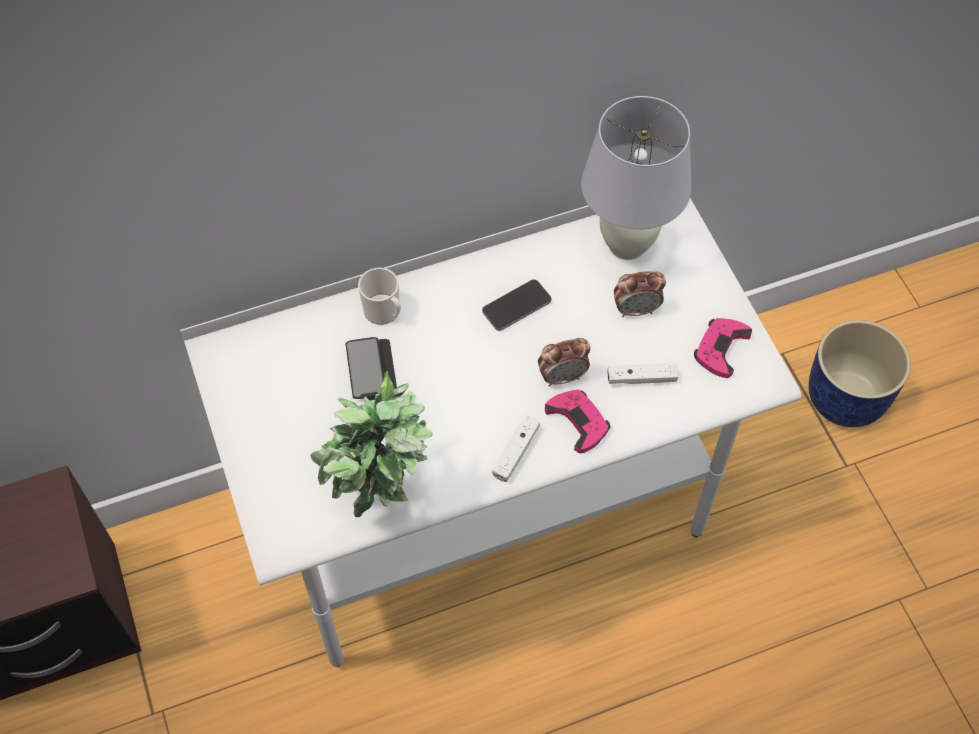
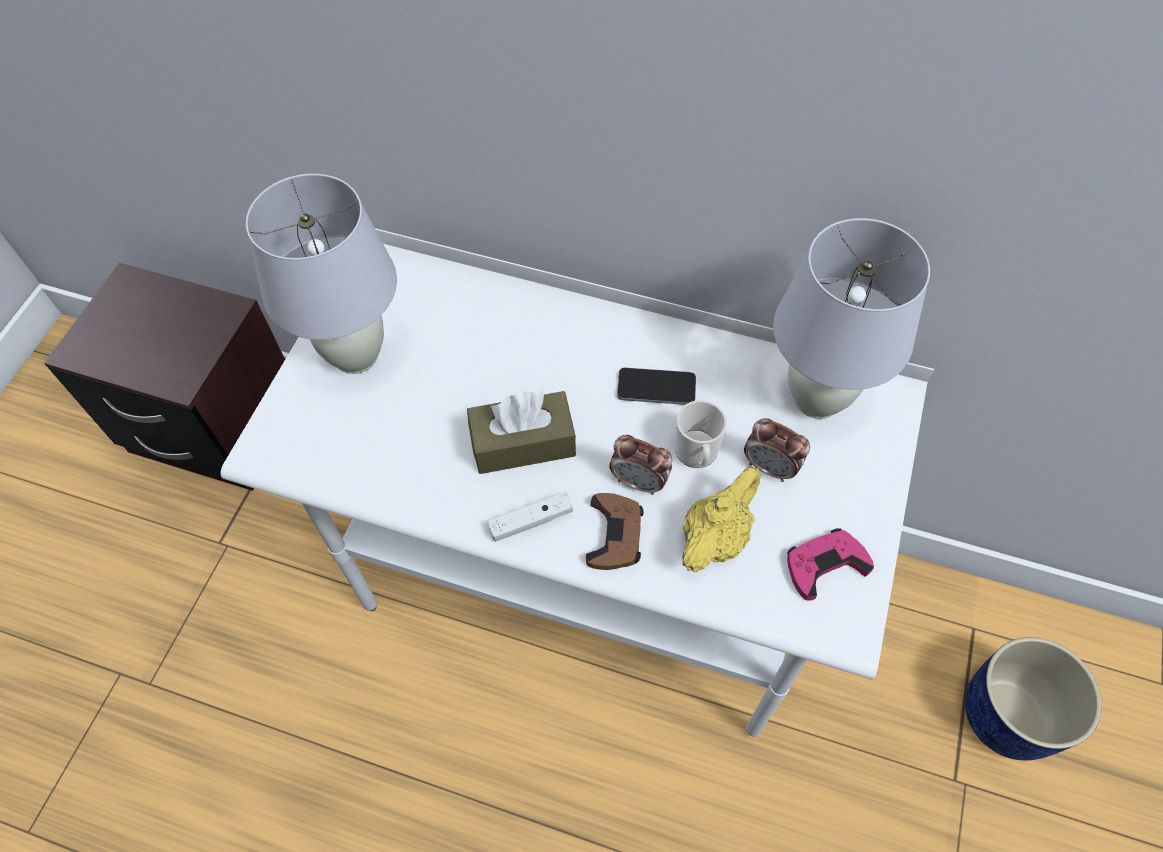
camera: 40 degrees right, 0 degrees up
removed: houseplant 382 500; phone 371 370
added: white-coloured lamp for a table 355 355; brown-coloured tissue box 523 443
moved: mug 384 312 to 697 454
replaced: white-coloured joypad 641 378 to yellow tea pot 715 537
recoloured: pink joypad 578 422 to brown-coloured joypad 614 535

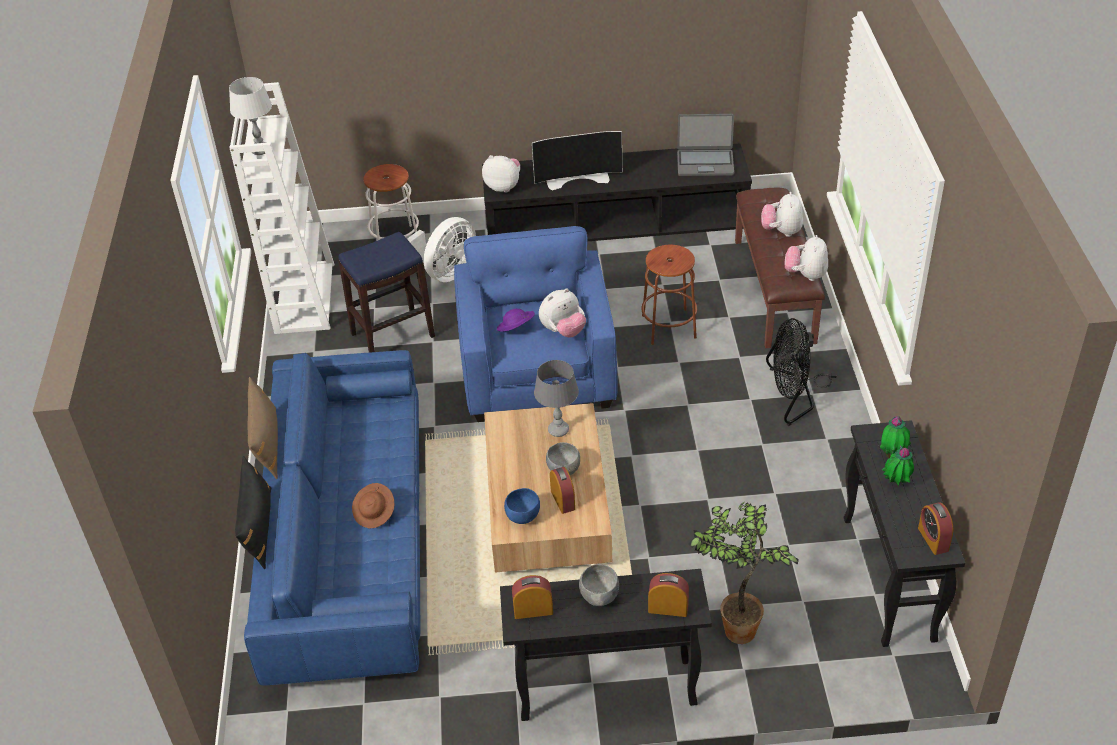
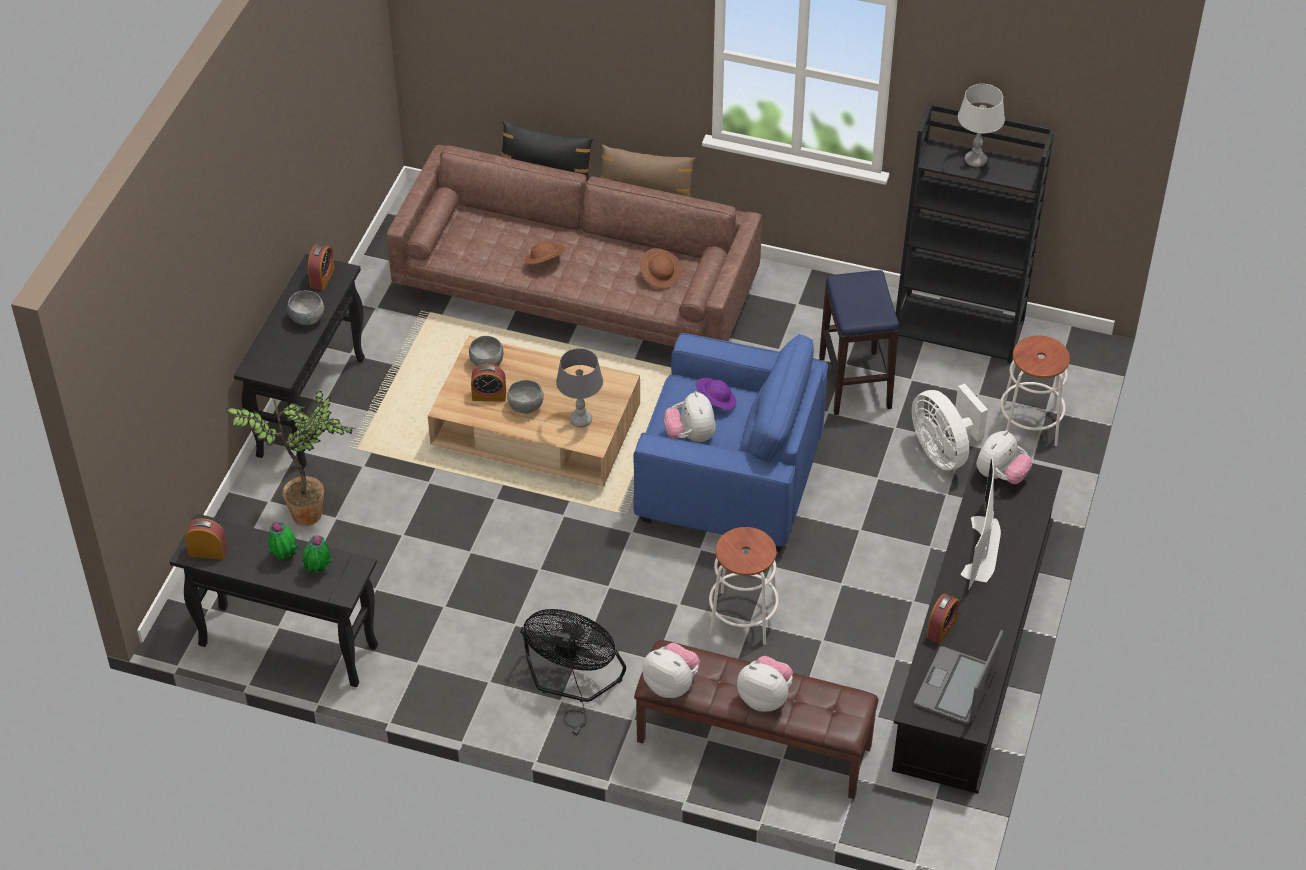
camera: 110 degrees right, 5 degrees up
added: brown-coloured wearable hat 660 275
moved: bedside clock 668 608 to 941 628
recoloured: bluish settee 350 542 to brown-coloured settee 577 290; bluish serving bowl 522 517 to gray serving bowl 487 363; brown-coloured sitting stool 669 326 to white-coloured sitting stool 743 617; white-coloured bookshelf 304 297 to blackish bookshelf 960 328

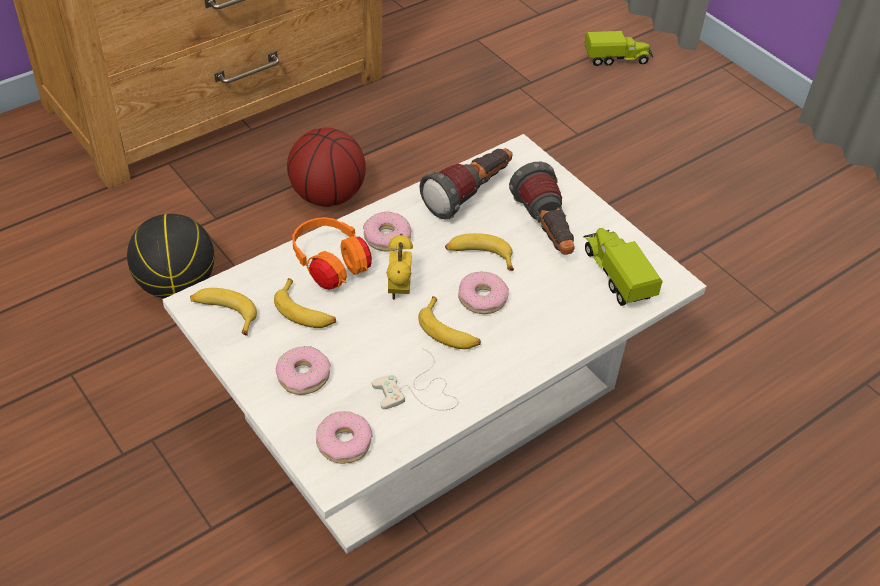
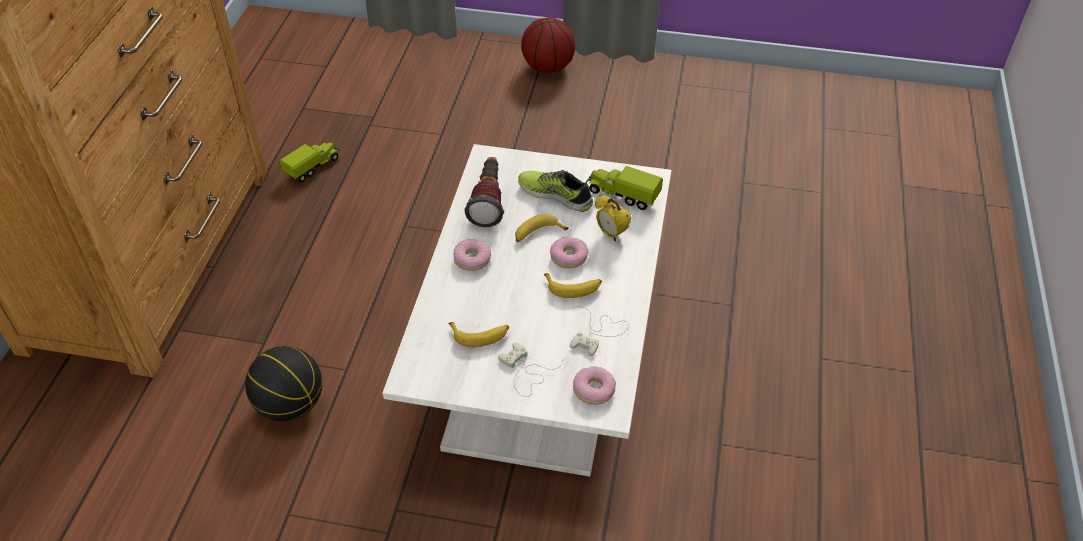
camera: 40 degrees left, 0 degrees up
removed: banana 224 313; orangey headset 331 267
moved: toy lorry 617 59 to 313 167; ball for basketball 327 195 to 547 67; bedside clock 399 290 to 611 234
replaced: doughnut 303 376 to white-coloured joypad 526 372; flashlight 545 231 to item of footwear 556 194

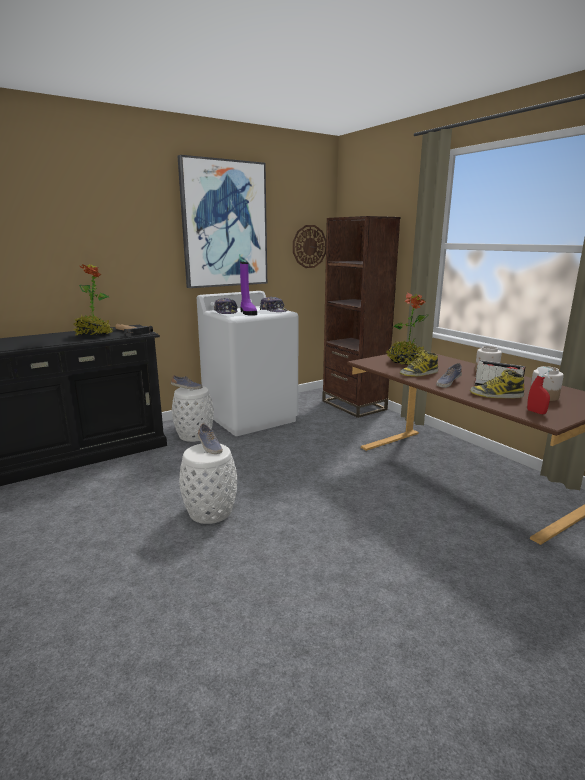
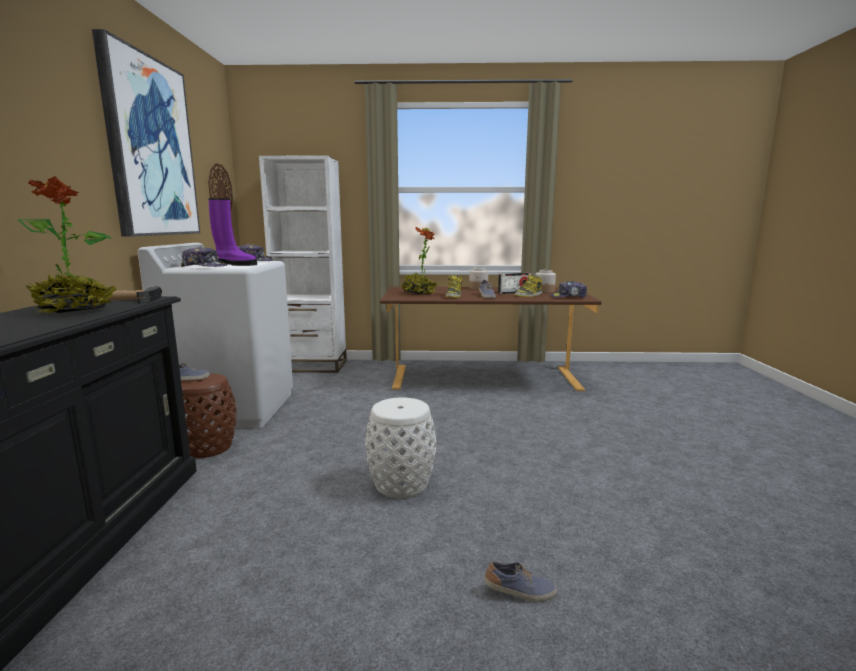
camera: 55 degrees left, 5 degrees down
moved: item of footwear 209 446 to 520 592
replaced: red-coloured spray bottle 536 412 to cap 568 297
recoloured: white-coloured sitting stool 194 435 to brown-coloured sitting stool 207 448; brown-coloured bookshelf 353 405 to white-coloured bookshelf 312 366

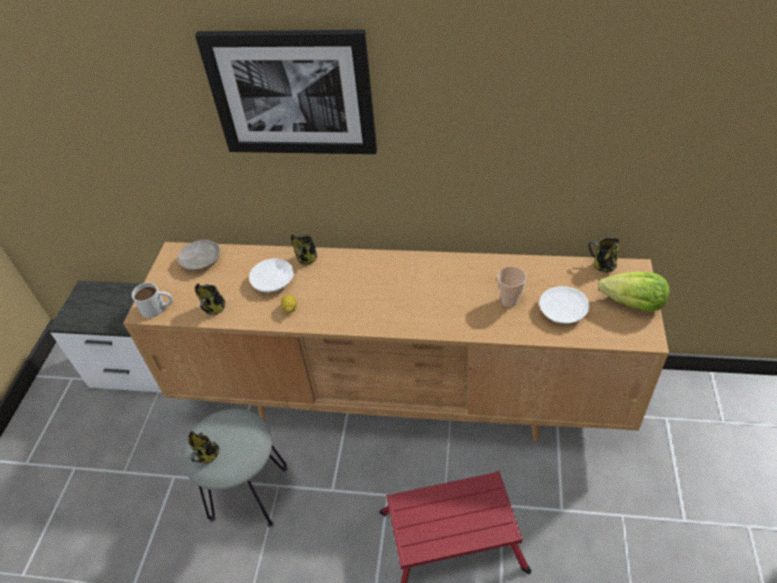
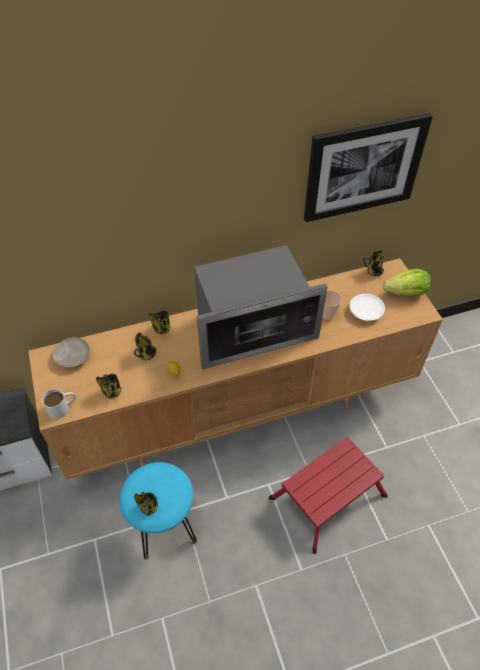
camera: 30 degrees left, 5 degrees up
added: kitchen microwave 251 329
moved: wall art 292 93 to 363 167
replaced: white-coloured plate 273 281 to mug 146 355
recoloured: gray sitting stool 249 493 to turquoise-coloured sitting stool 164 525

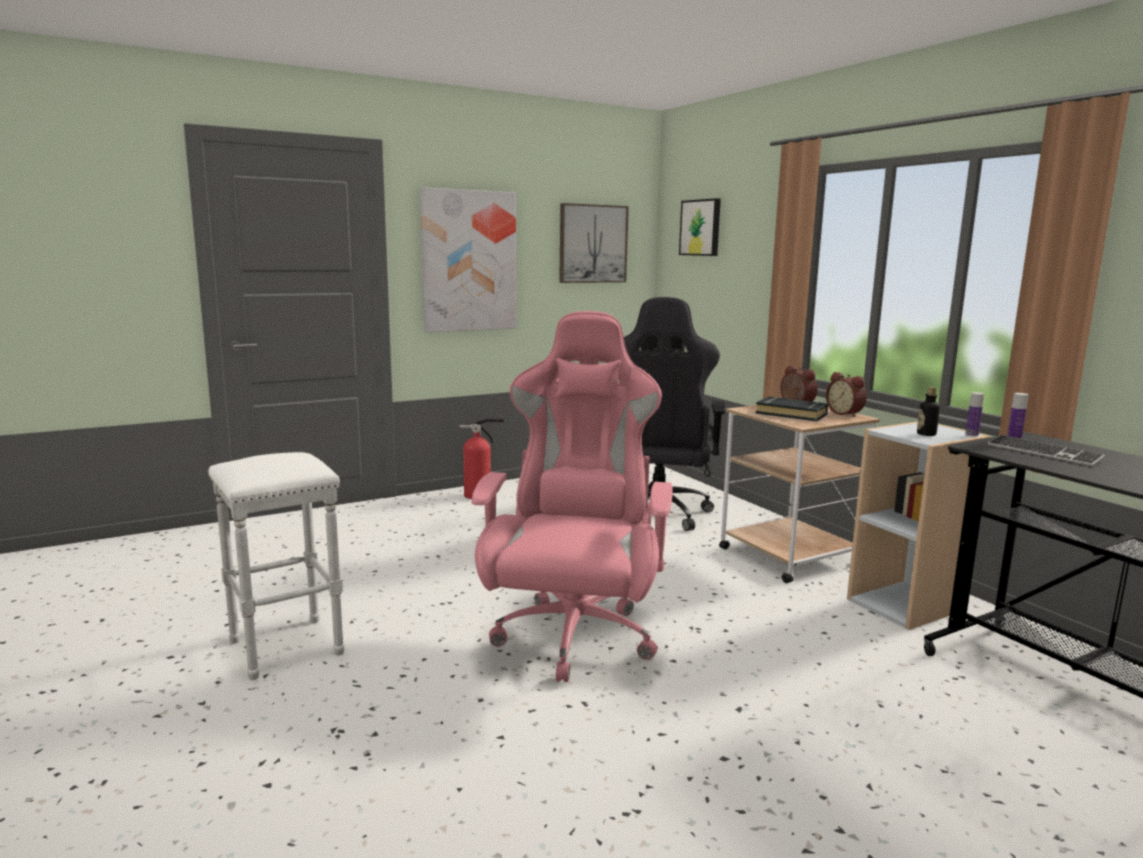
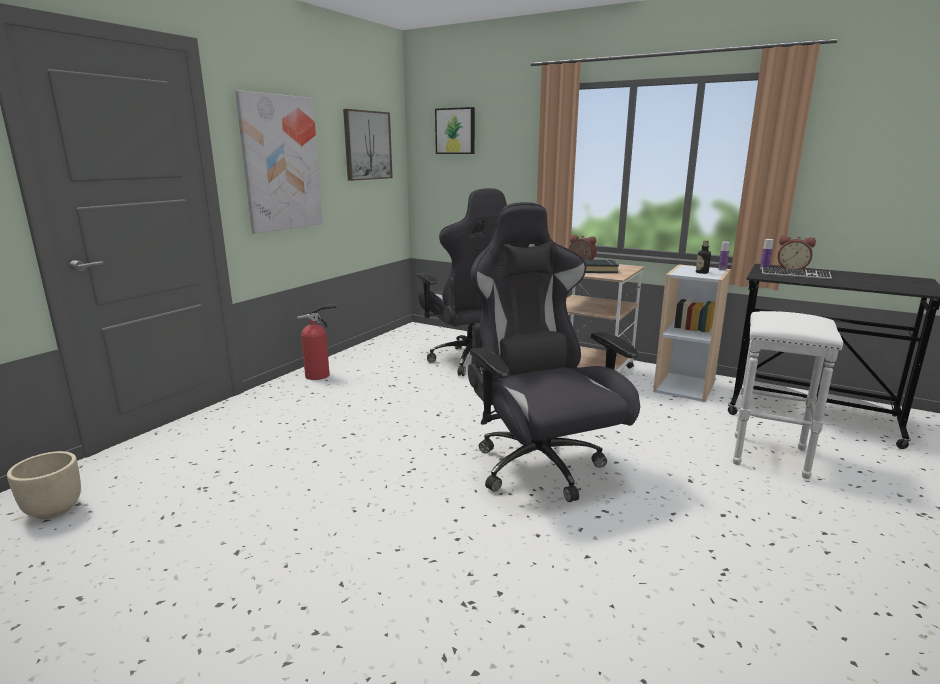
camera: 30 degrees left, 5 degrees up
added: beige-coloured plant pot 54 509
moved: white-coloured sitting stool 283 647 to 768 456; bedside clock 845 413 to 792 269
recoloured: pink computer chair 574 644 to blackish computer chair 543 471

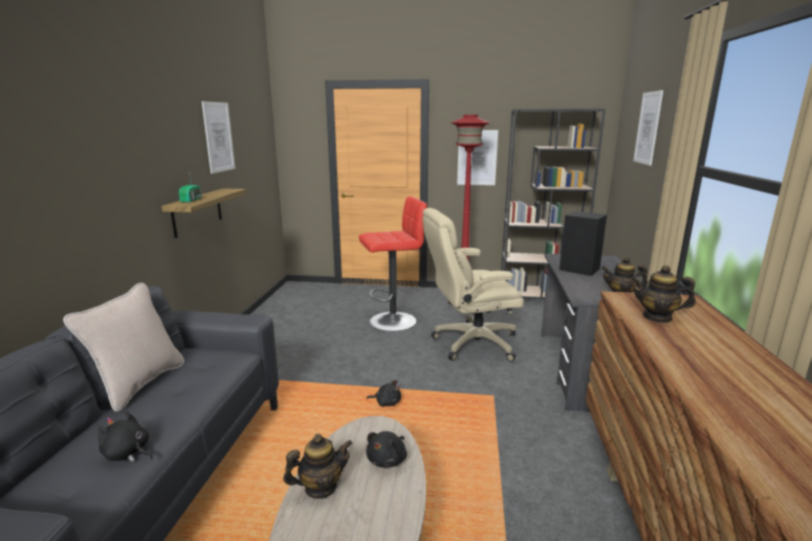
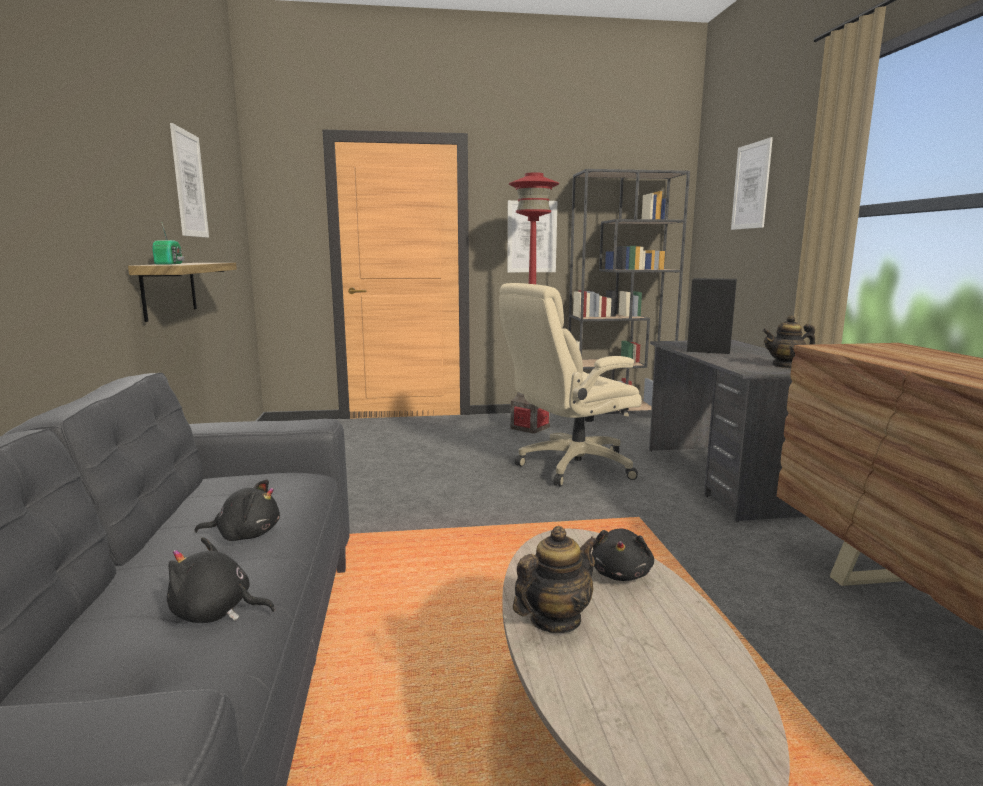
camera: 15 degrees left, 5 degrees down
removed: beige-coloured pillow 139 384; red-coloured sitting stool 393 321; tea pot 657 317
moved: blackish soft toy 386 402 to 245 535

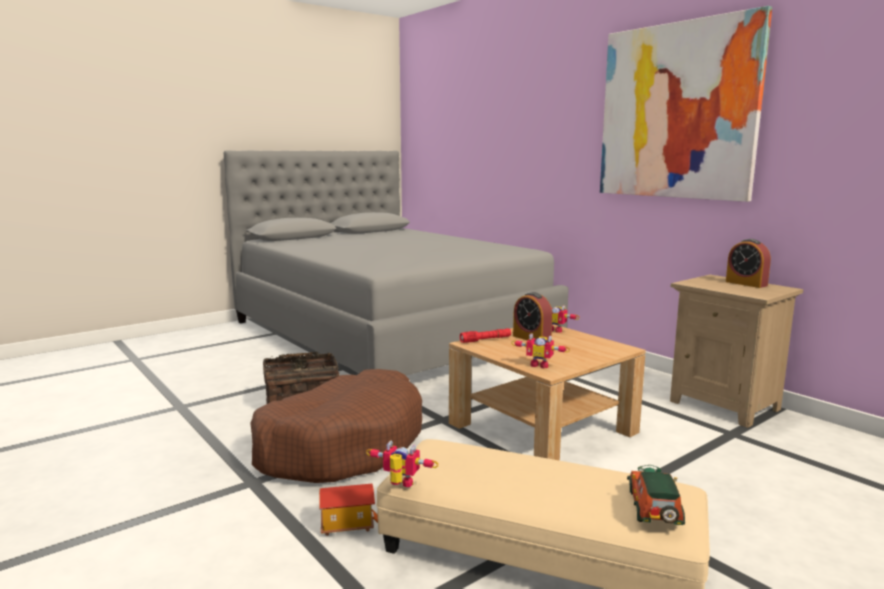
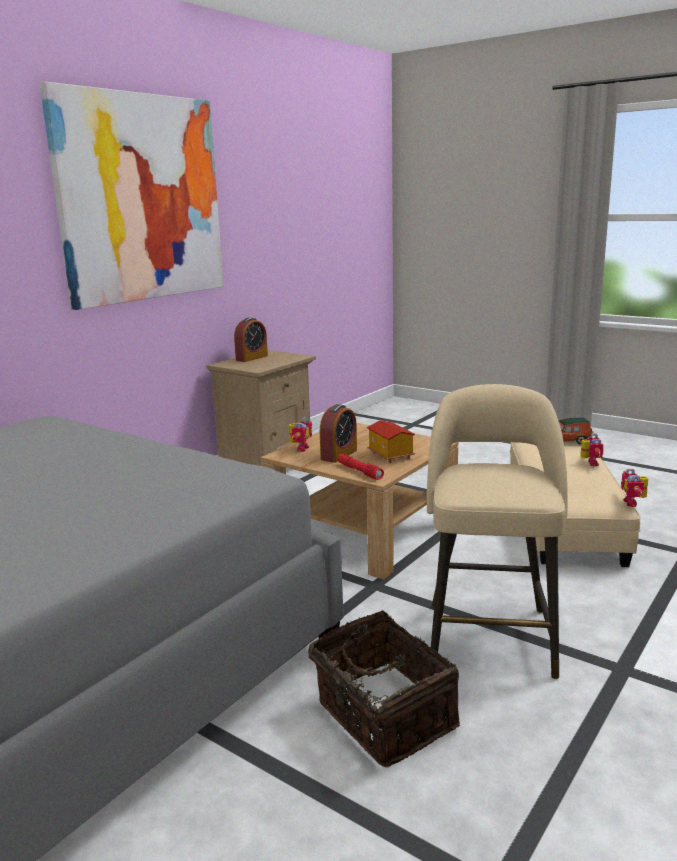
camera: 105 degrees left, 5 degrees up
moved: model house 347 524 to 389 455; toy robot 540 365 to 589 463
replaced: brown-coloured dog bed 341 445 to beige-coloured sitting stool 489 635

